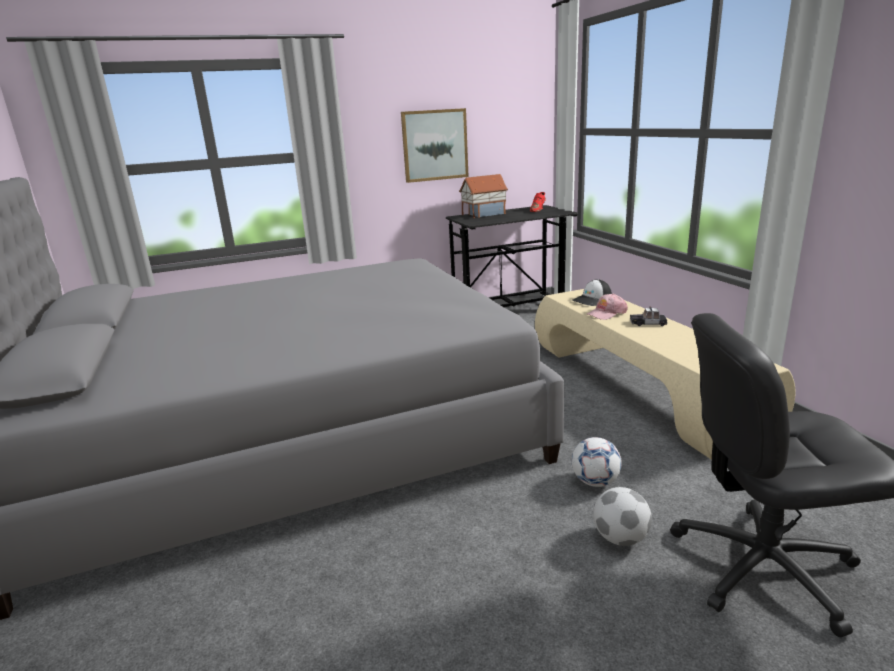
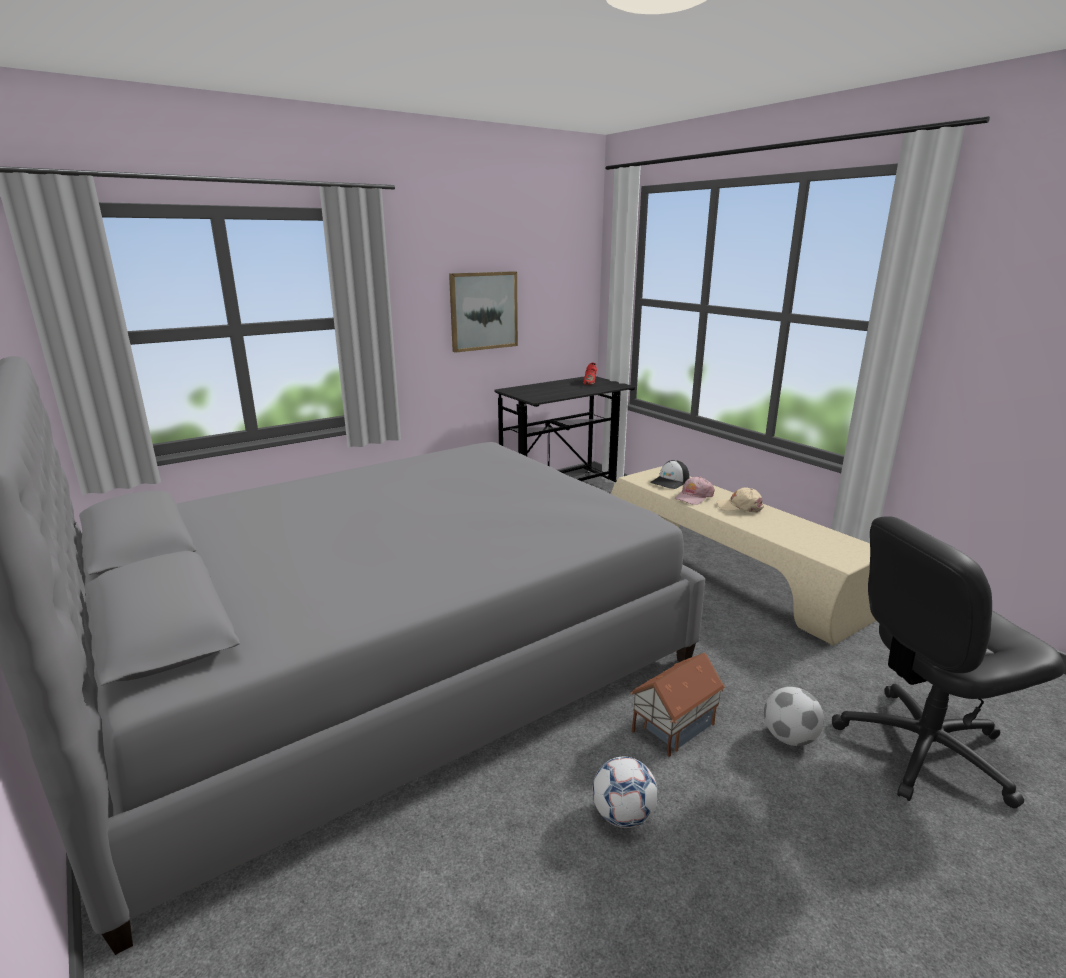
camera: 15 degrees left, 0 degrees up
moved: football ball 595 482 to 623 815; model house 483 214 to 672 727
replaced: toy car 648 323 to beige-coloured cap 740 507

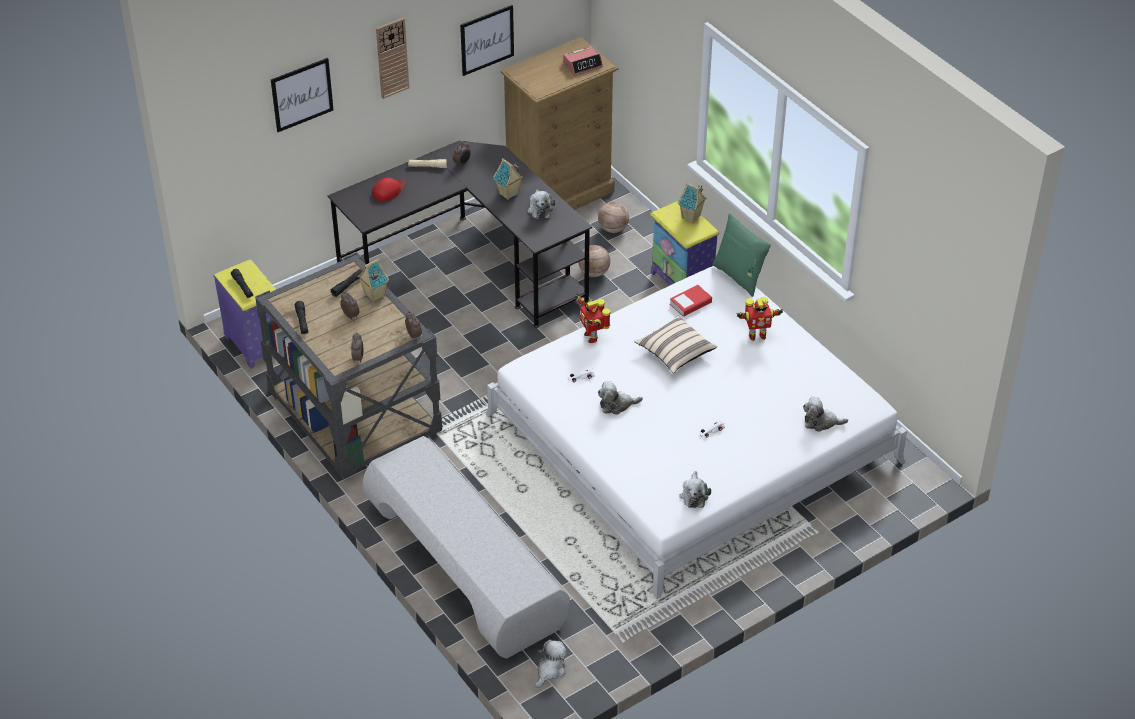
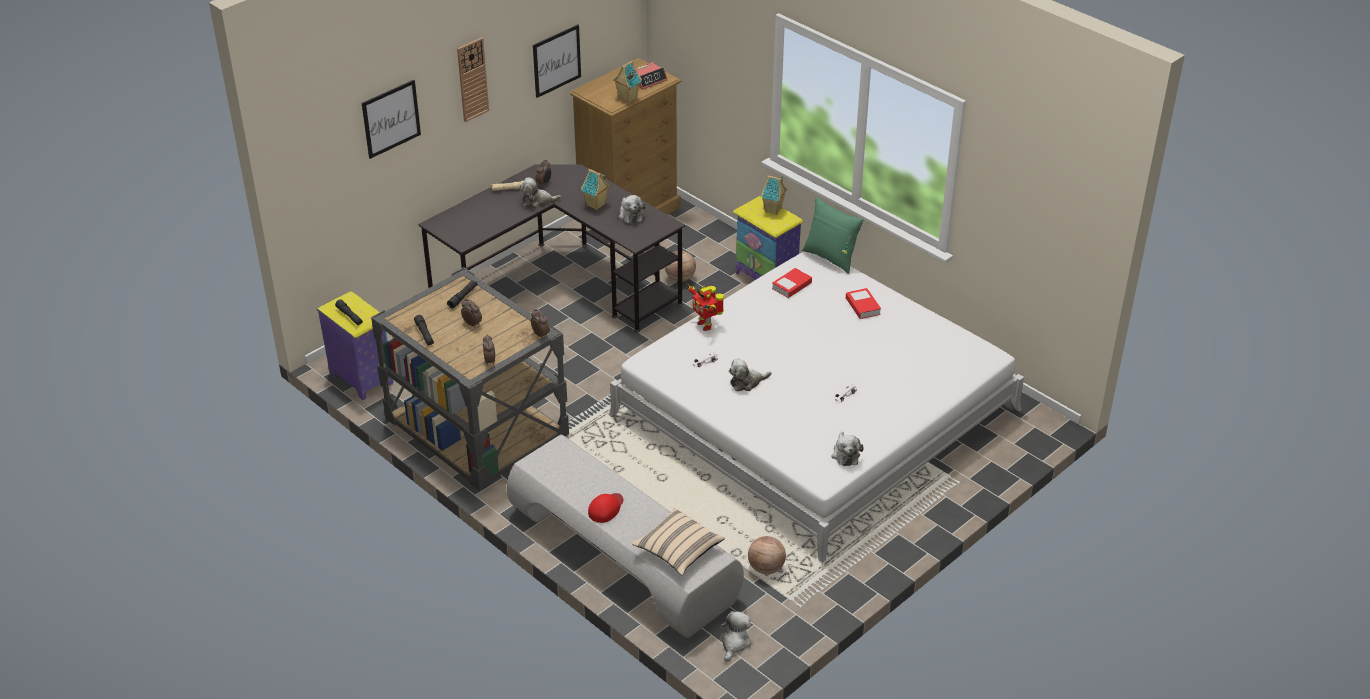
camera: 10 degrees left, 5 degrees down
moved: soft toy 821 422 to 538 201; red-coloured cap 389 190 to 606 508; model house 374 295 to 627 98; beige-coloured pillow 675 353 to 678 551; ball for basketball 613 229 to 766 568
replaced: toy robot 756 335 to volume 862 306

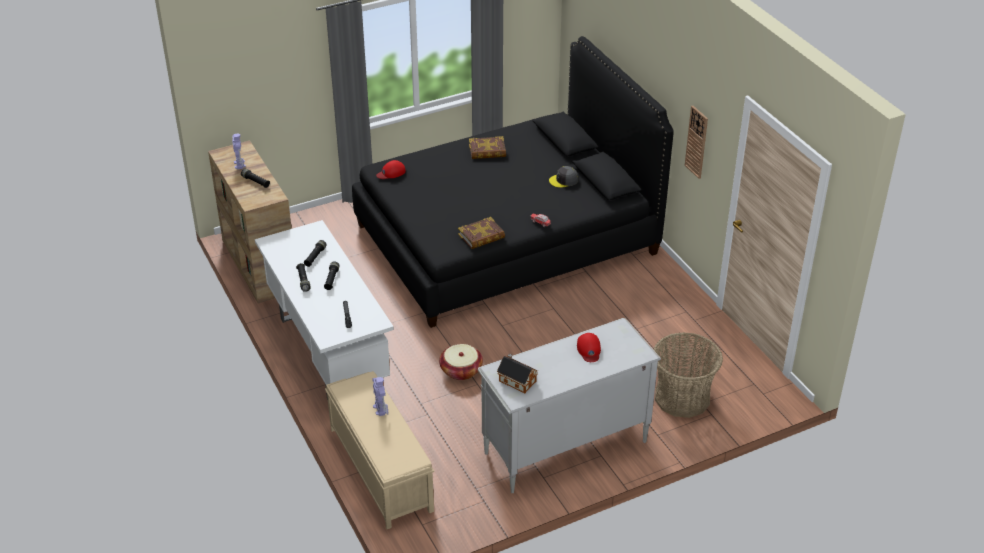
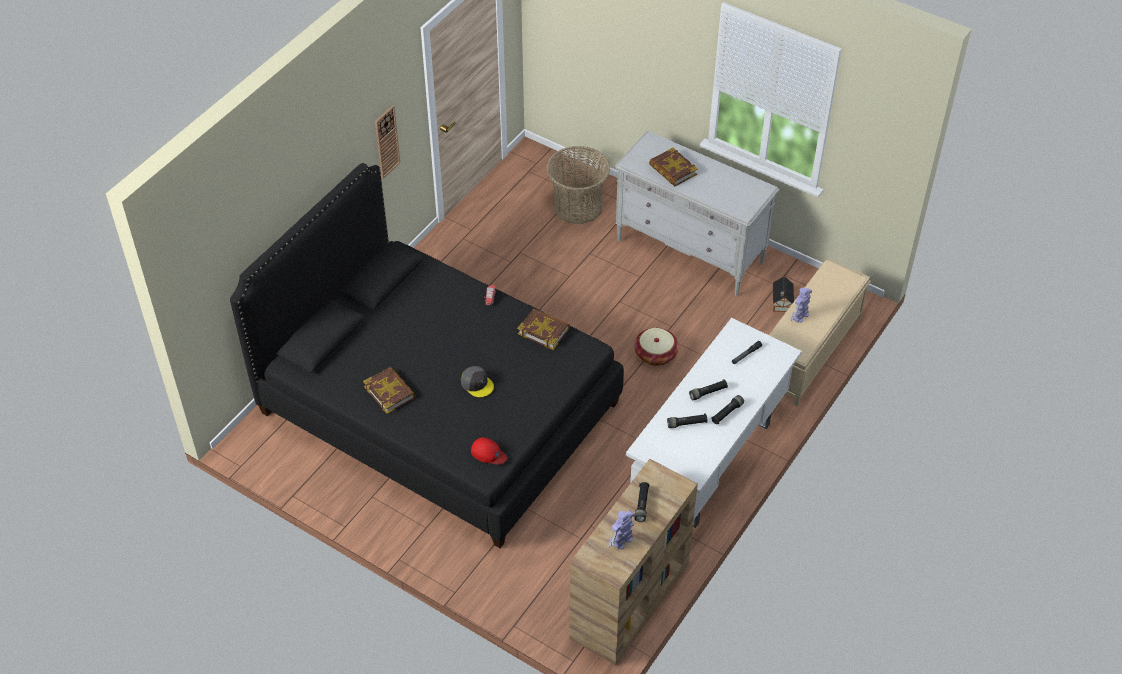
camera: 120 degrees left, 10 degrees up
moved: gray cap 564 180 to 477 384; model house 516 380 to 781 302
replaced: red-coloured cap 589 350 to volume 672 170

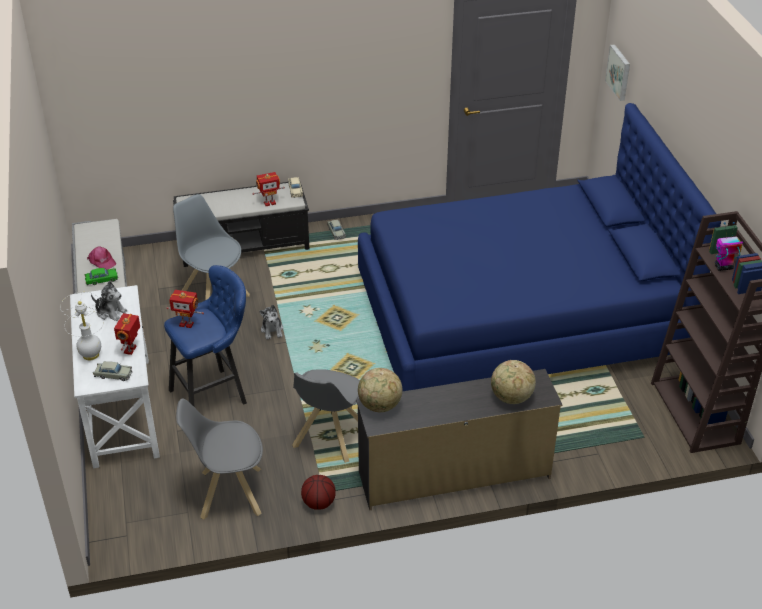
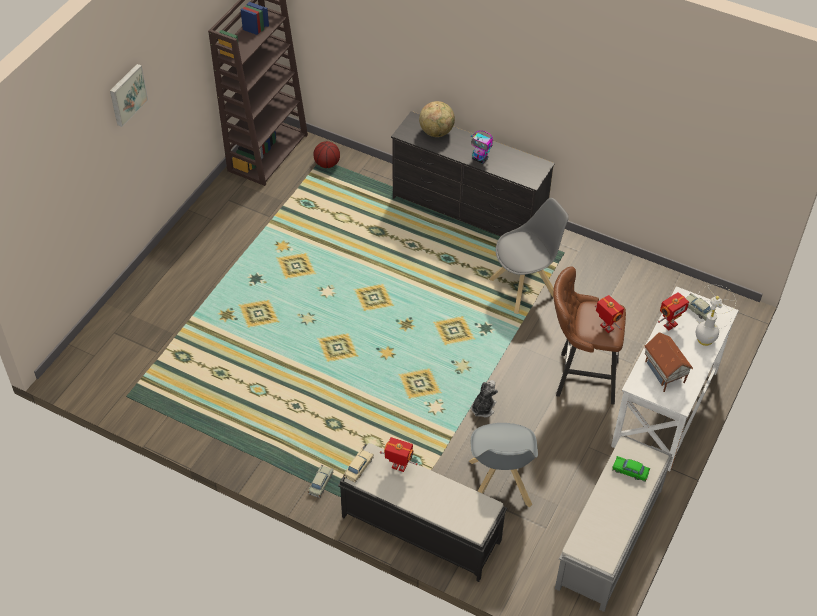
camera: 140 degrees left, 10 degrees up
removed: pink cap 102 261; gray chair 228 493; bluish bedroom bed 519 317; desk globe 380 406
moved: wall art 619 72 to 127 94; ball for basketball 318 503 to 327 164; toy robot 723 267 to 480 159
replaced: soft toy 110 312 to model house 663 373
recoloured: bluish sitting stool 216 393 to brown-coloured sitting stool 578 376

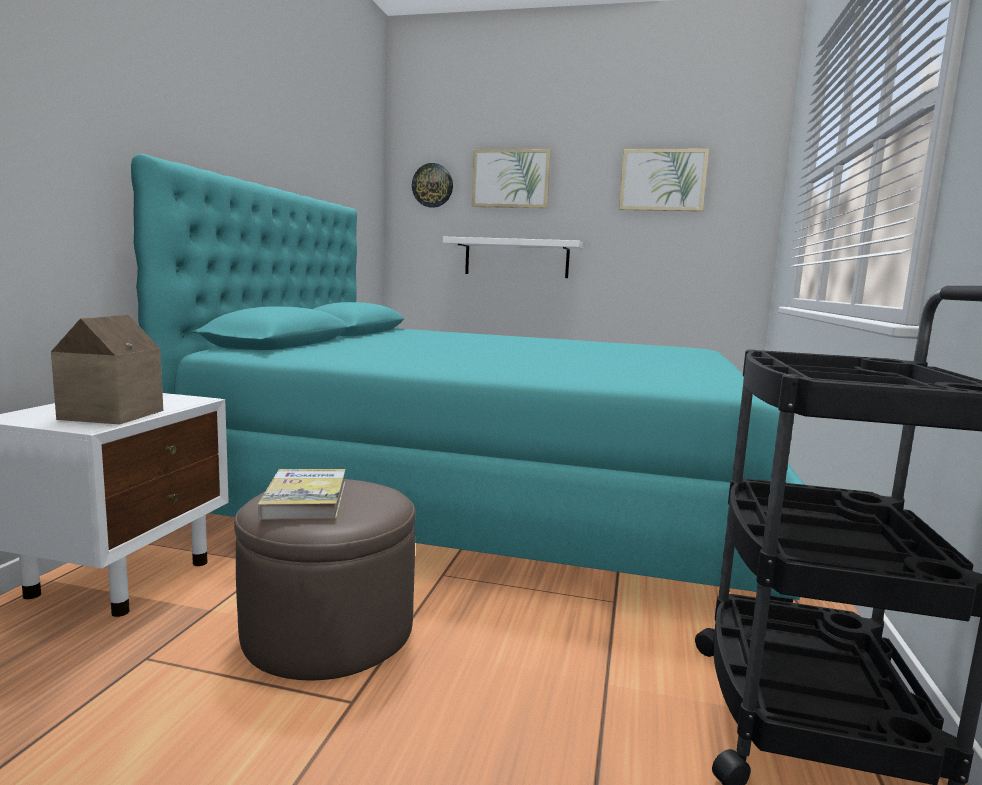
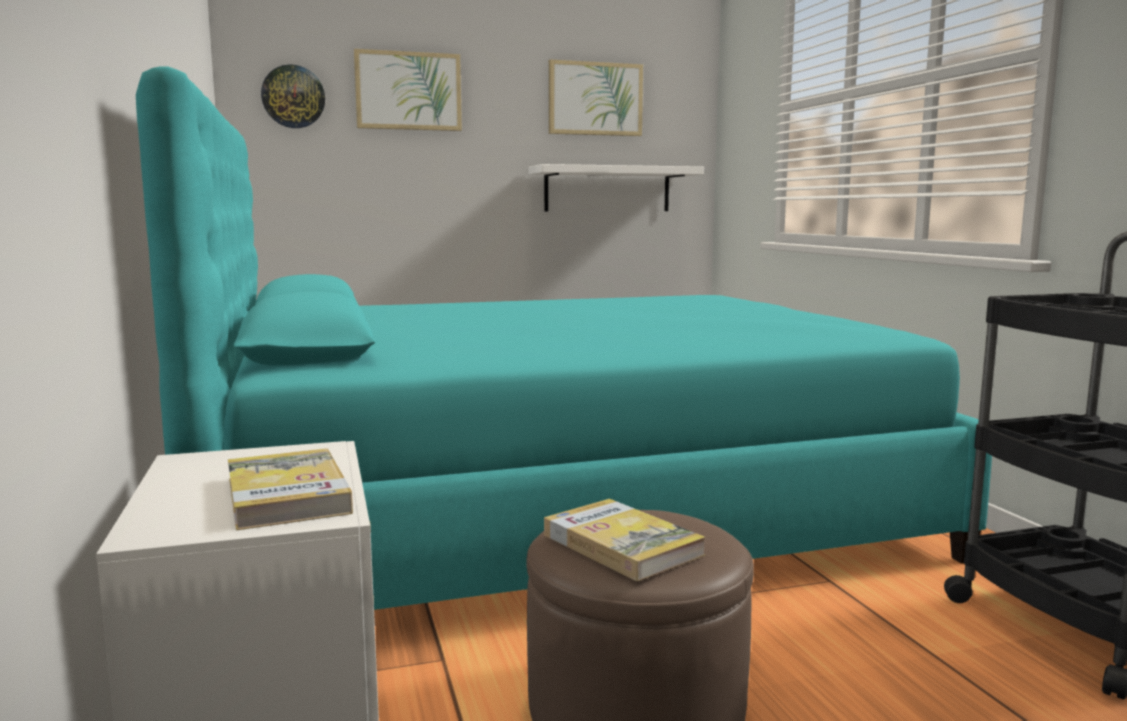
camera: 30 degrees left, 0 degrees up
moved: white-coloured bracket shelf 516 258 to 607 189
replaced: model house 107 415 to volume 287 495

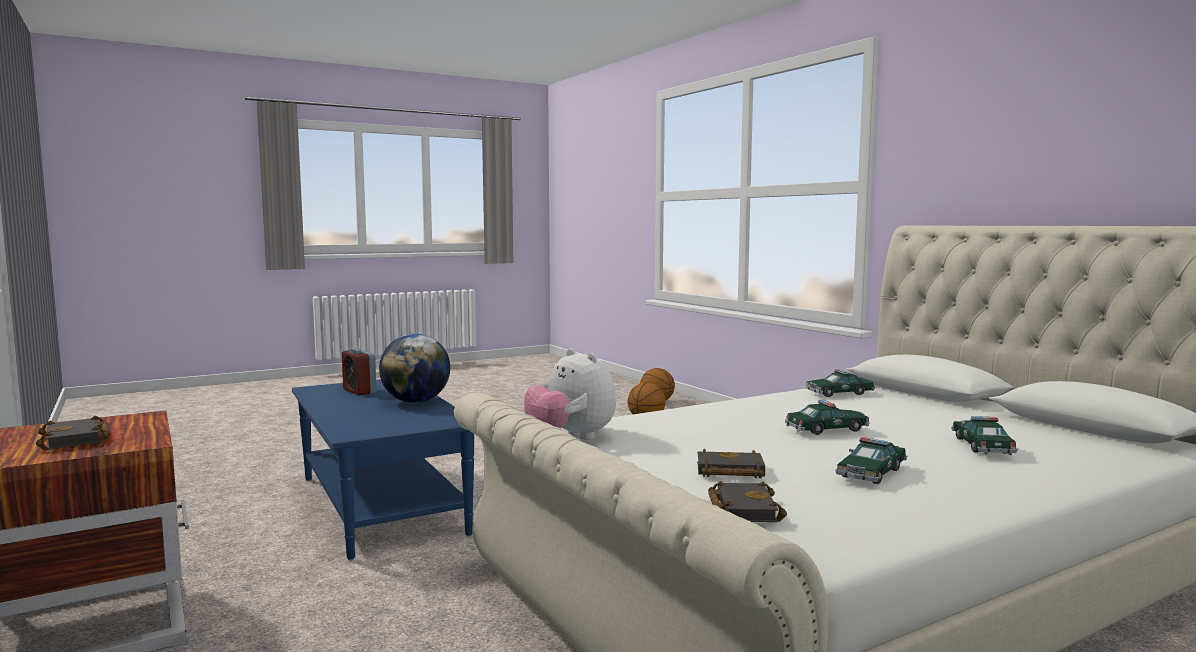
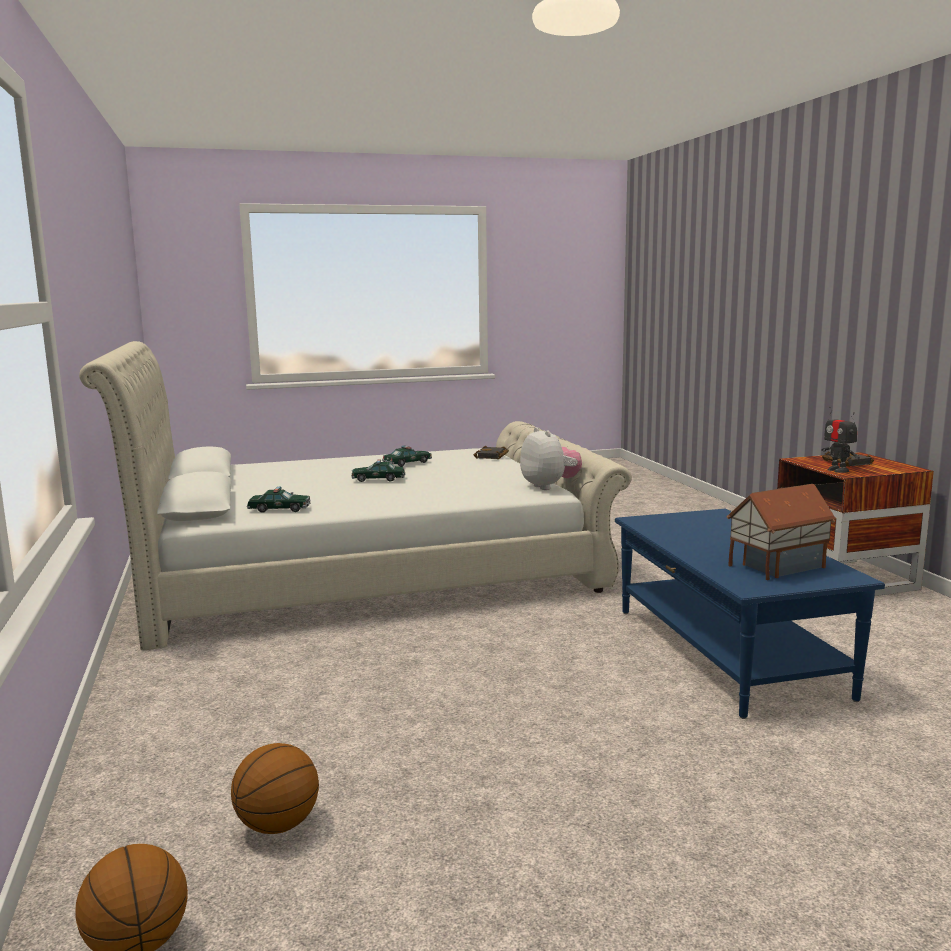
camera: 165 degrees left, 5 degrees up
removed: desk globe 416 402; blackish volume 728 471; toy car 982 446
added: toy robot 838 470
replaced: bedside clock 359 391 to model house 776 566

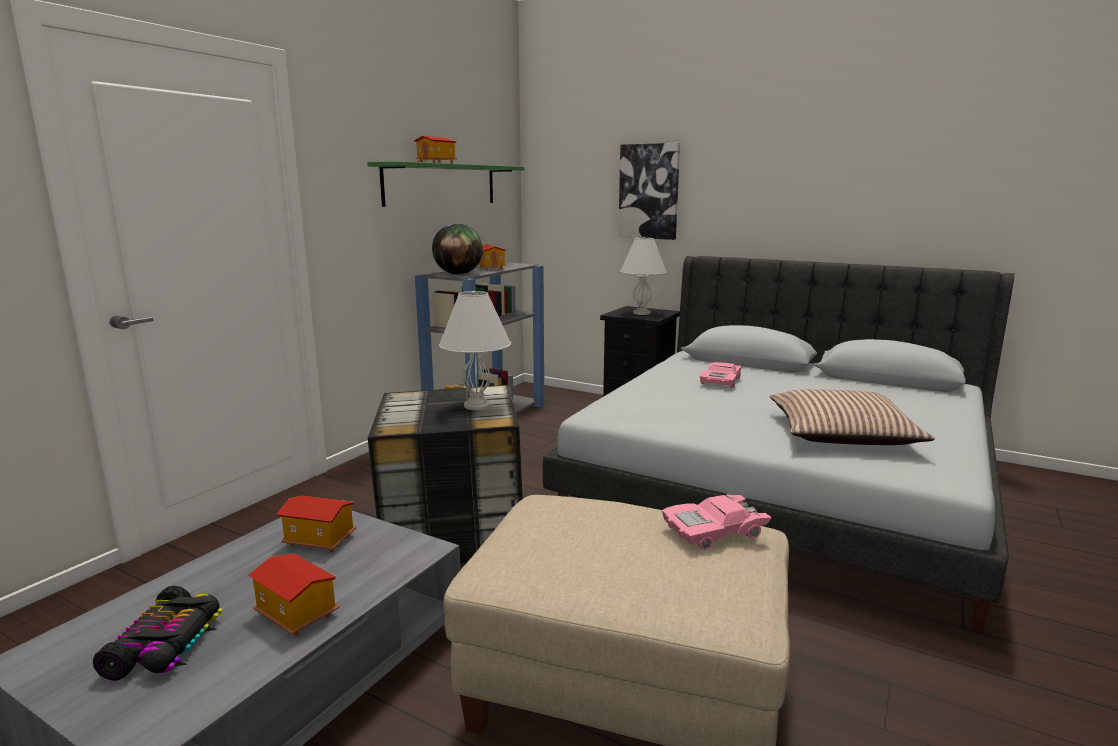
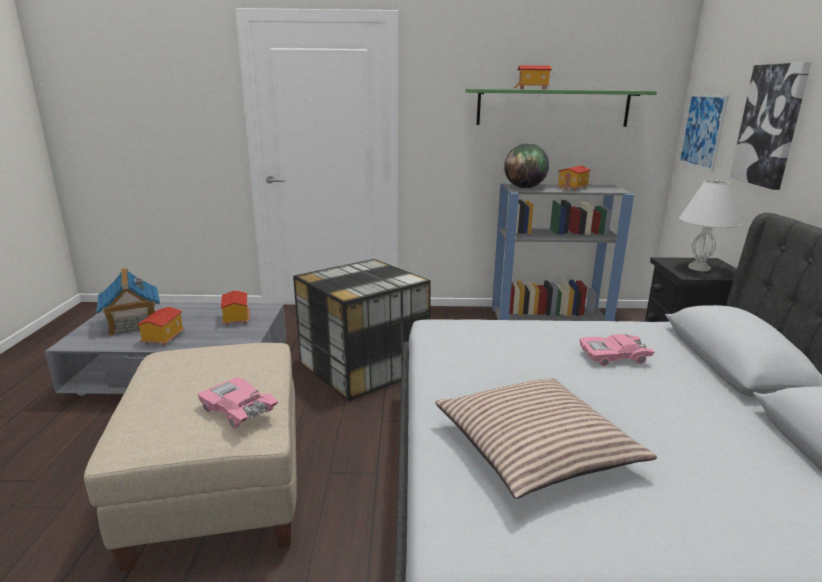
camera: 60 degrees right, 5 degrees up
removed: white-coloured lamp for a table 476 405
added: wall art 702 131
replaced: toy car 168 645 to model house 133 324

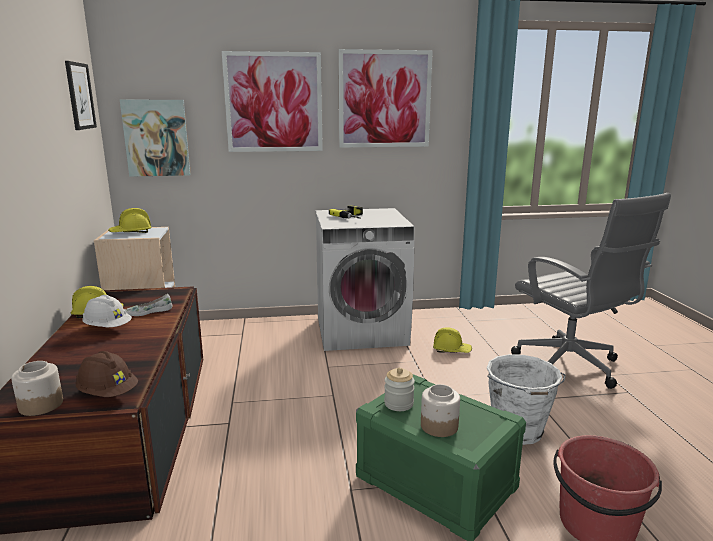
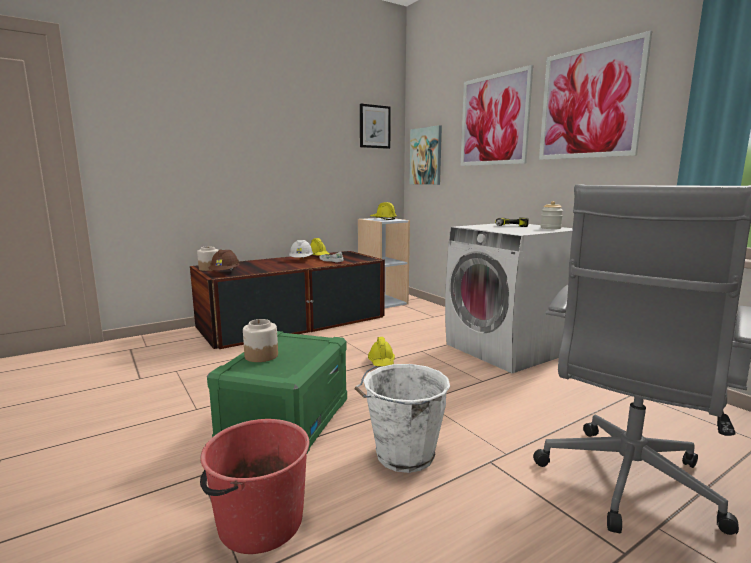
camera: 65 degrees right, 5 degrees down
moved: yellow work helmet 451 350 to 381 362; storage jar 398 404 to 550 228

